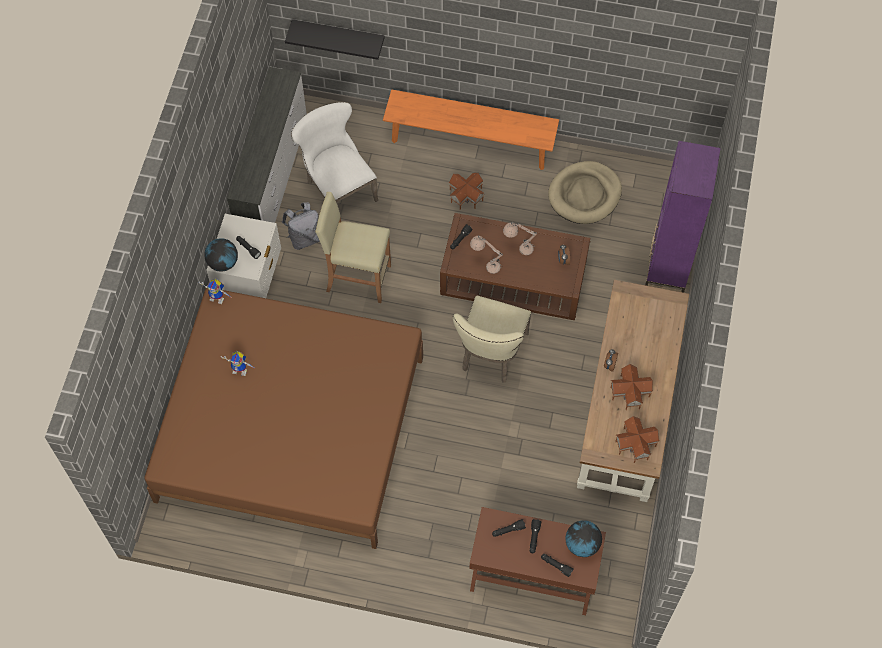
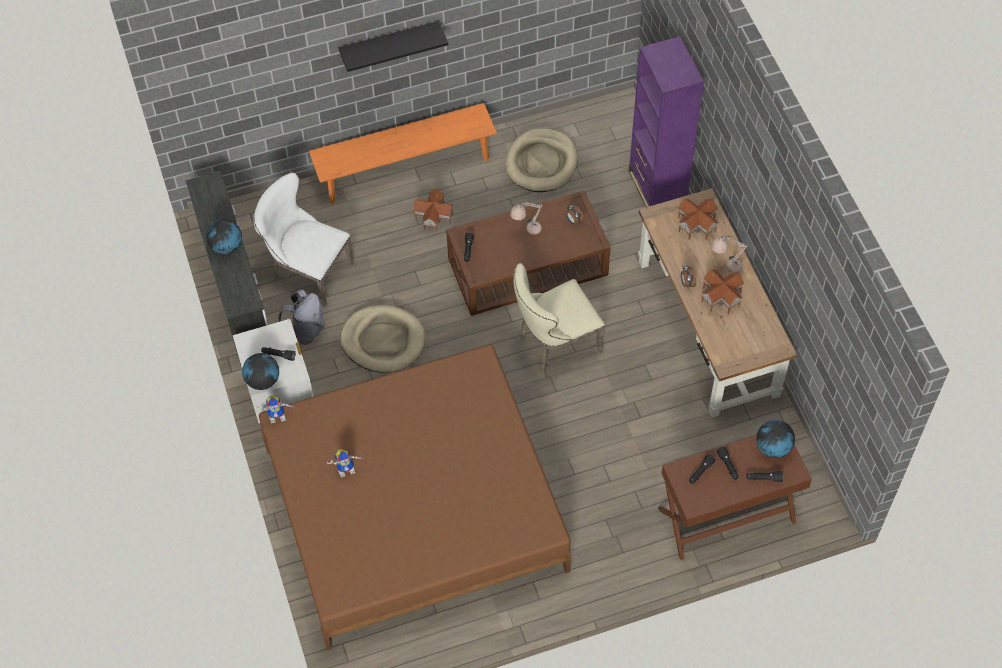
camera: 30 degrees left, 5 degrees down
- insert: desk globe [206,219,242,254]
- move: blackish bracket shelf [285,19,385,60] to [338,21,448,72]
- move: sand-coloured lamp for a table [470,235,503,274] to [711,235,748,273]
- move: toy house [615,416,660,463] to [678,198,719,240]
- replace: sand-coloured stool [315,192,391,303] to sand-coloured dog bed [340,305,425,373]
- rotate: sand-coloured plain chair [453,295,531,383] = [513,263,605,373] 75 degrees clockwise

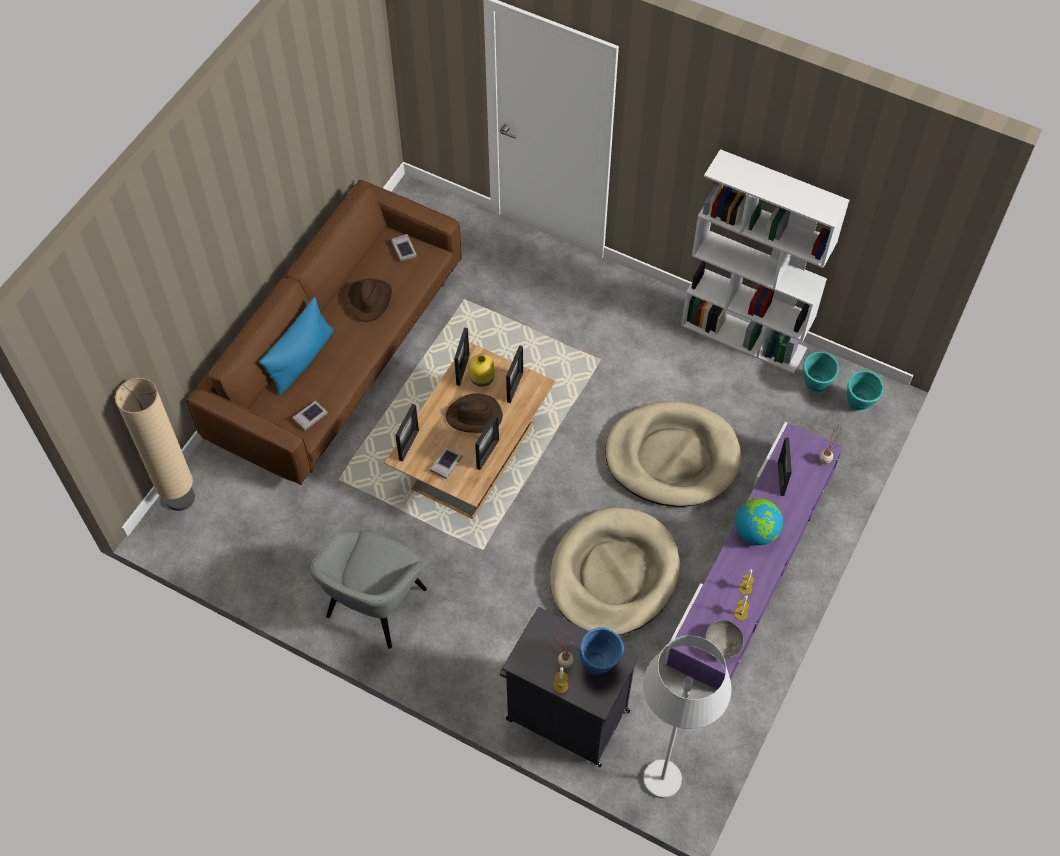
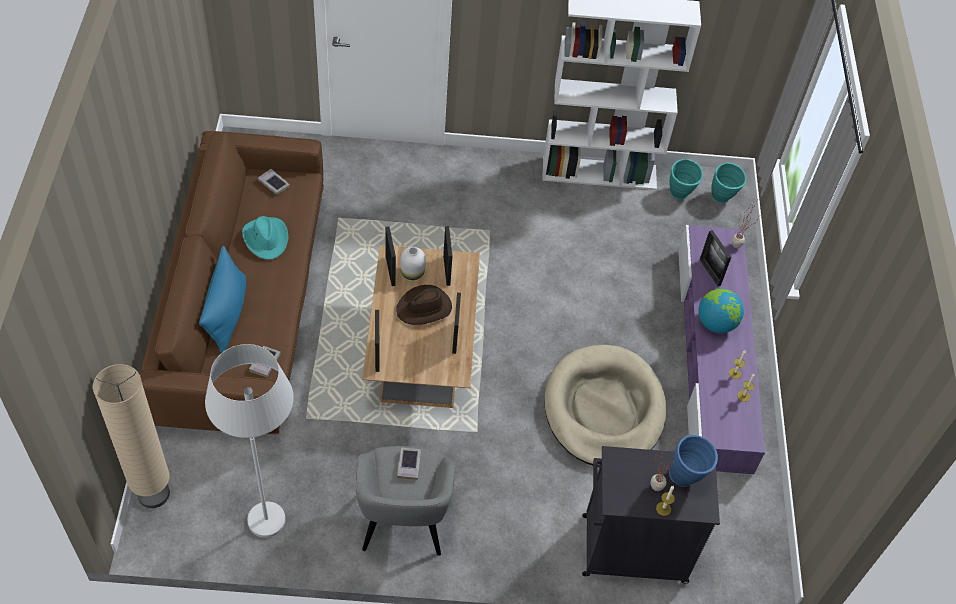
camera: 30 degrees left, 5 degrees down
- delete: sand-coloured dog bed [605,401,741,507]
- delete: gray bowl [705,620,744,659]
- move: volume [430,447,463,479] to [397,448,422,480]
- move: white standard lamp [643,636,732,798] to [205,344,294,538]
- recolor: brown wearable hat [348,278,392,322] to turquoise wearable hat [242,216,288,260]
- recolor: yellow-coloured decorative vase [469,354,495,387] to white decorative vase [400,247,426,280]

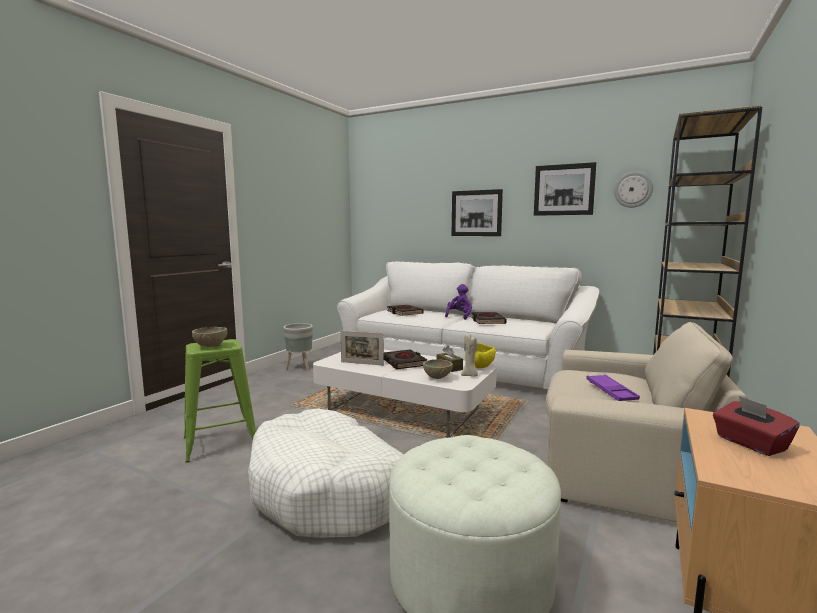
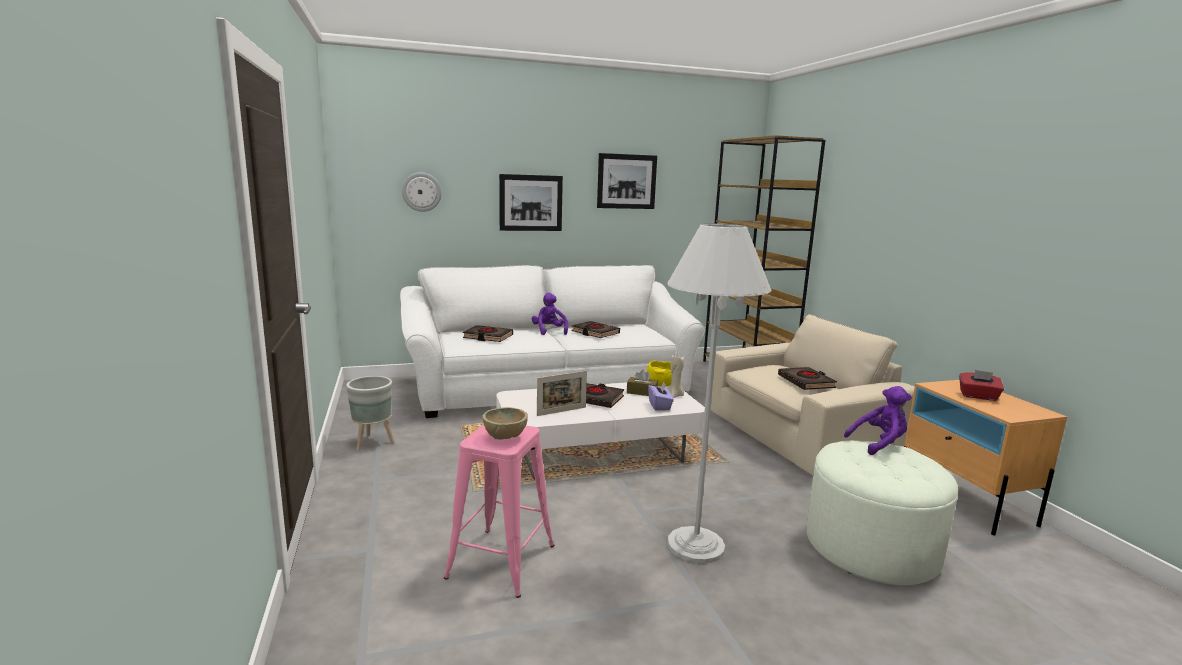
camera: 45 degrees left, 5 degrees up
- insert: purple plush toy [844,386,912,455]
- move: clock on the wall [614,171,653,208] to [402,172,442,212]
- replace: white dog bed [248,408,404,538] to white standard lamp [667,223,771,564]
- replace: sand-coloured bowl [423,359,453,379] to purple tissue holder [648,381,674,411]
- replace: purple carrying tray [586,375,640,401] to blackish volume [778,367,837,390]
- recolor: green stool [184,339,256,463] to pink stool [444,425,554,598]

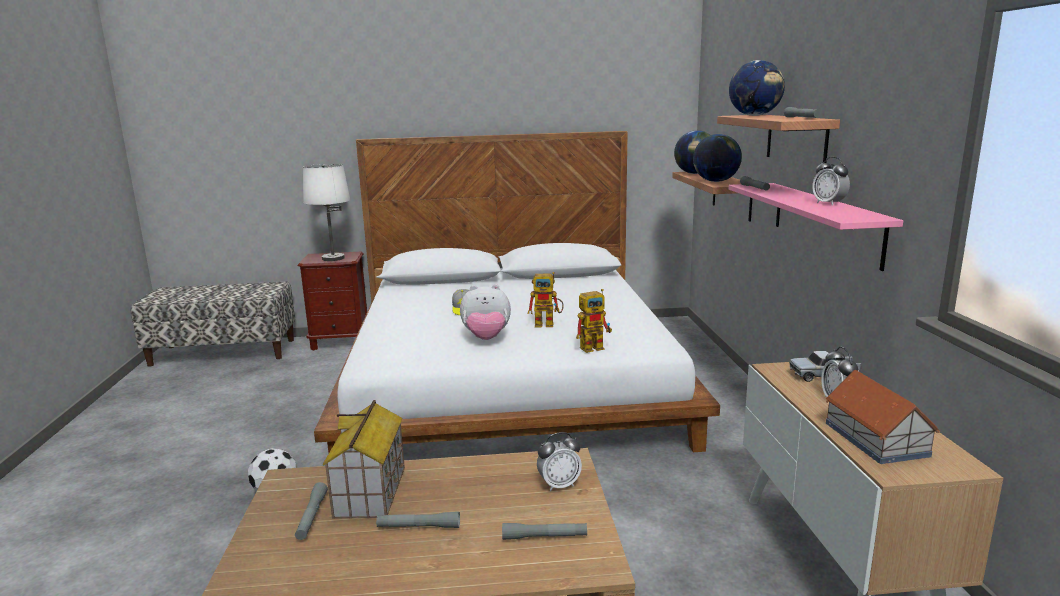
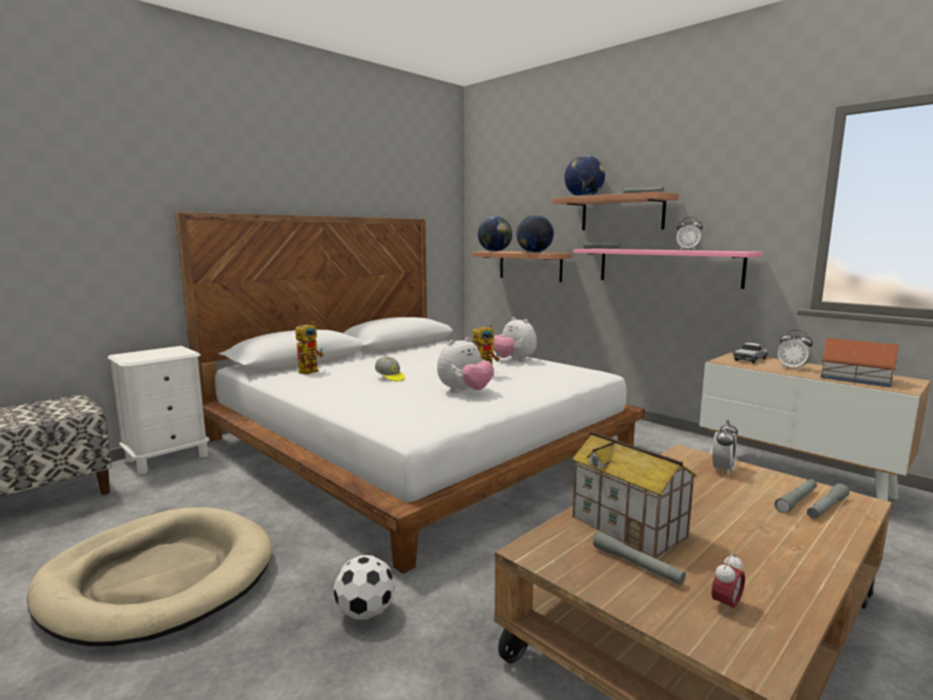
camera: 40 degrees left, 5 degrees down
- delete: white lamp for a table [303,164,350,261]
- insert: sand-coloured dog bed [27,507,273,646]
- insert: plush toy [493,317,537,362]
- insert: table clock [712,553,745,616]
- move: gray flashlight [376,512,460,528] to [807,484,850,519]
- move: robot figure [576,289,612,353] to [295,322,324,375]
- recolor: brown bedside table [297,252,367,351] to white bedside table [107,346,210,474]

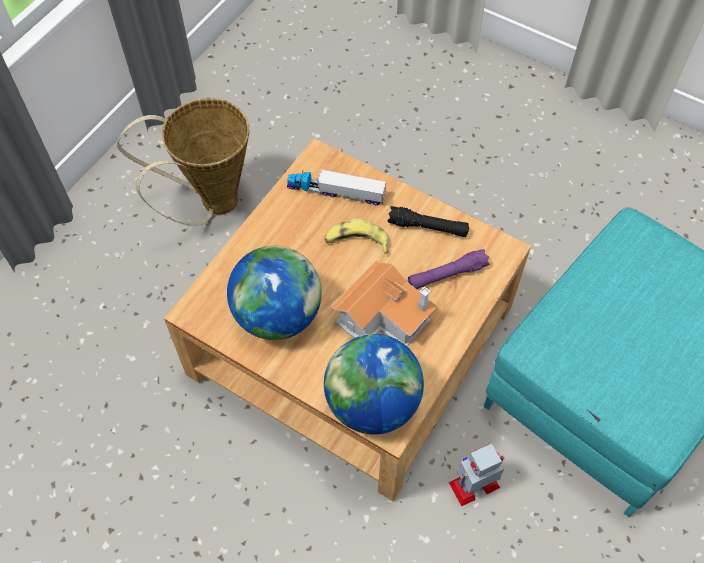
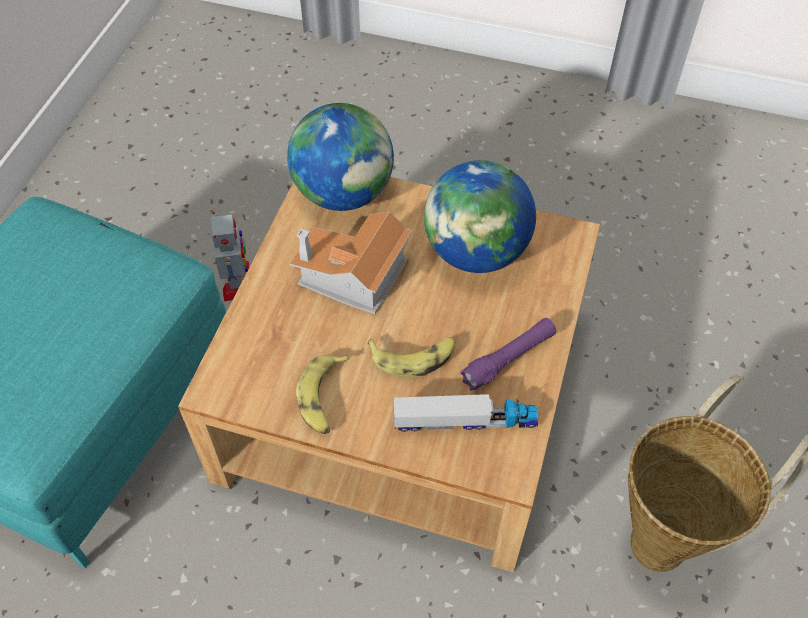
camera: 165 degrees right, 5 degrees down
- move: purple flashlight [408,249,489,289] to [460,318,556,391]
- replace: blackish flashlight [387,206,469,237] to banana [296,355,350,434]
- rotate: robot figure [449,443,505,506] = [211,212,249,301] 60 degrees counterclockwise

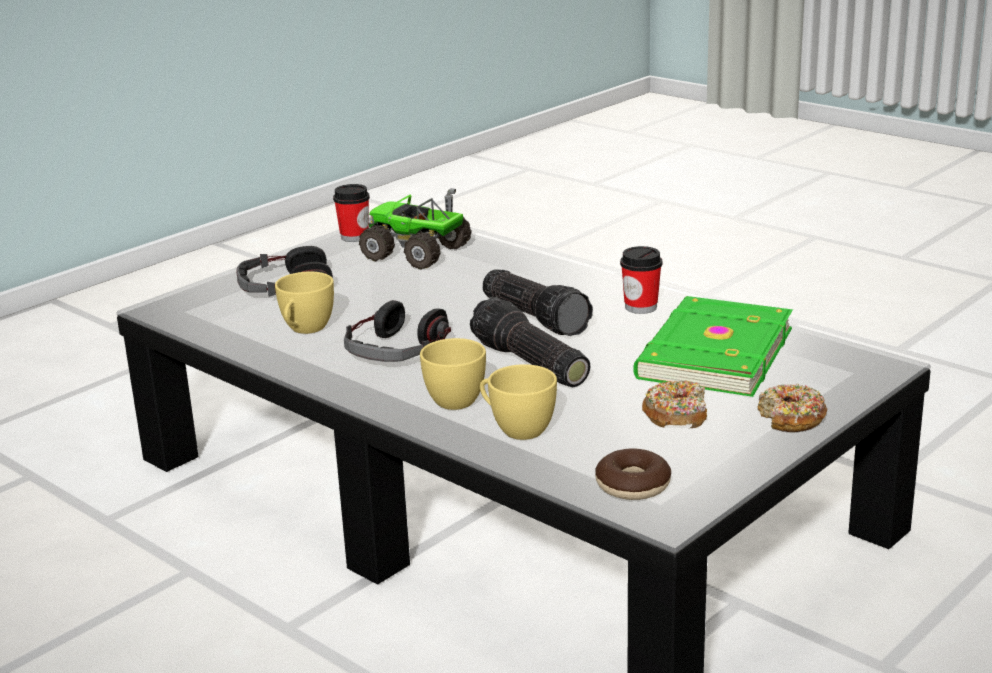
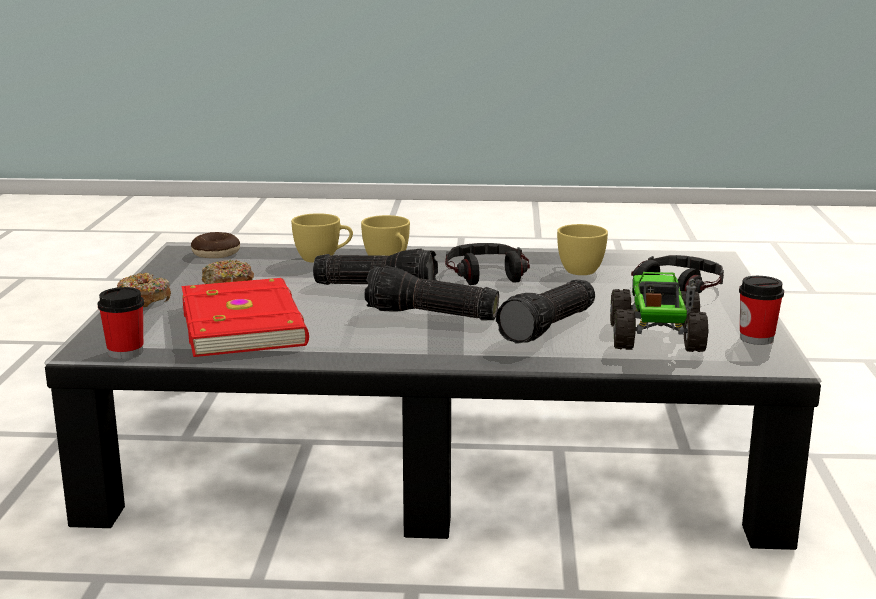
camera: 140 degrees right, 5 degrees down
- insert: flashlight [496,280,595,344]
- move: drinking cup [620,246,662,314] to [97,287,144,359]
- recolor: green volume [633,296,793,397] to red volume [182,278,309,357]
- rotate: toy truck [359,188,472,270] = [610,272,709,352] 75 degrees counterclockwise

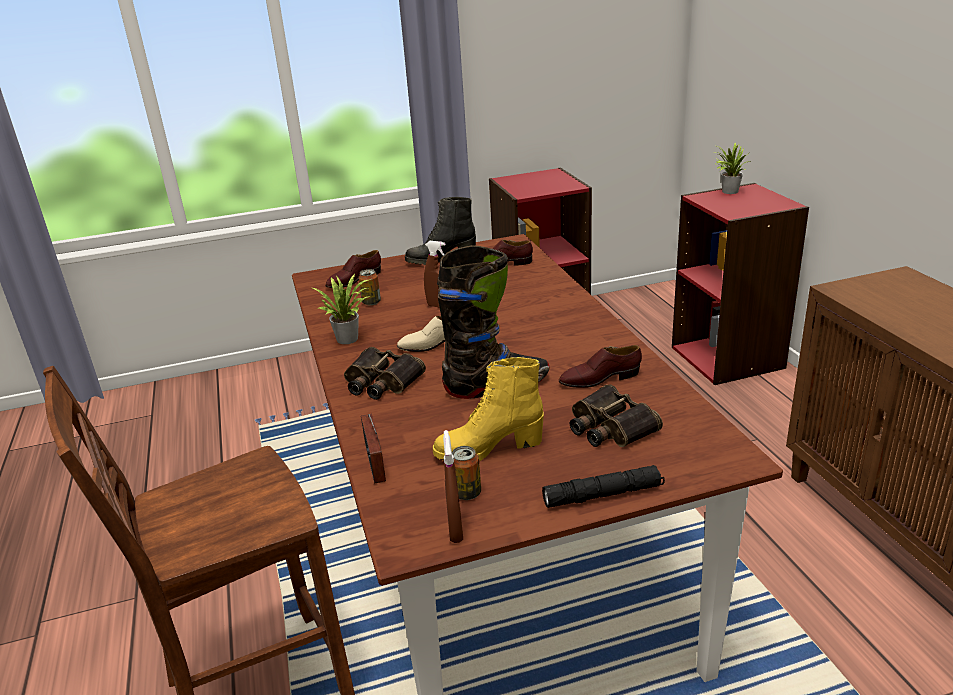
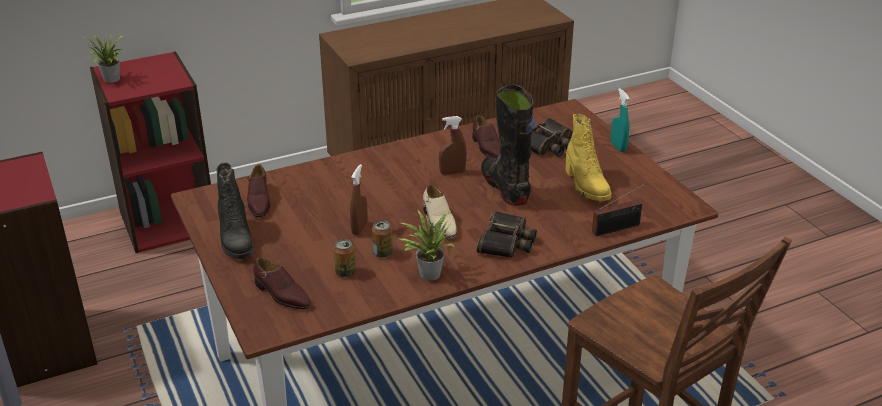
camera: 100 degrees left, 5 degrees up
- move: brown sprayer [443,430,463,543] to [439,116,467,175]
- move: sealed can [452,446,481,500] to [372,220,393,258]
- replace: blackish flashlight [542,465,665,508] to turquoise sprayer [611,88,630,152]

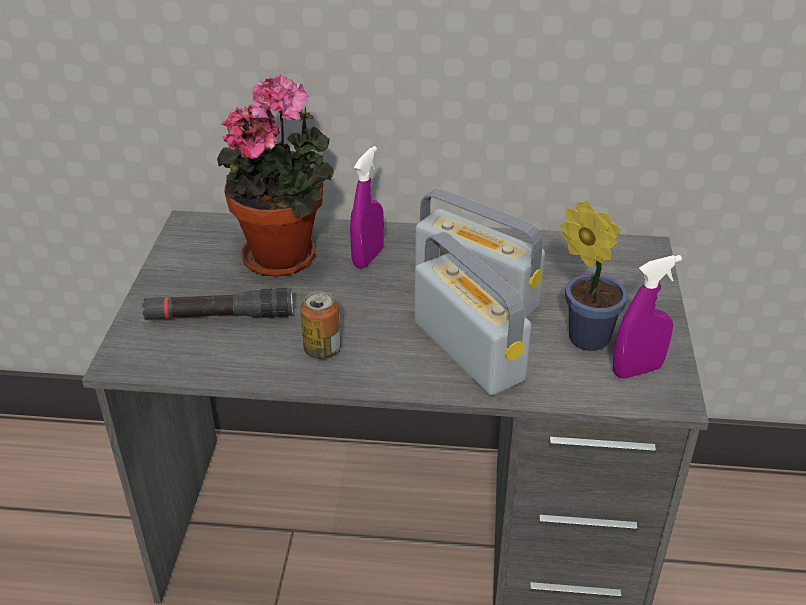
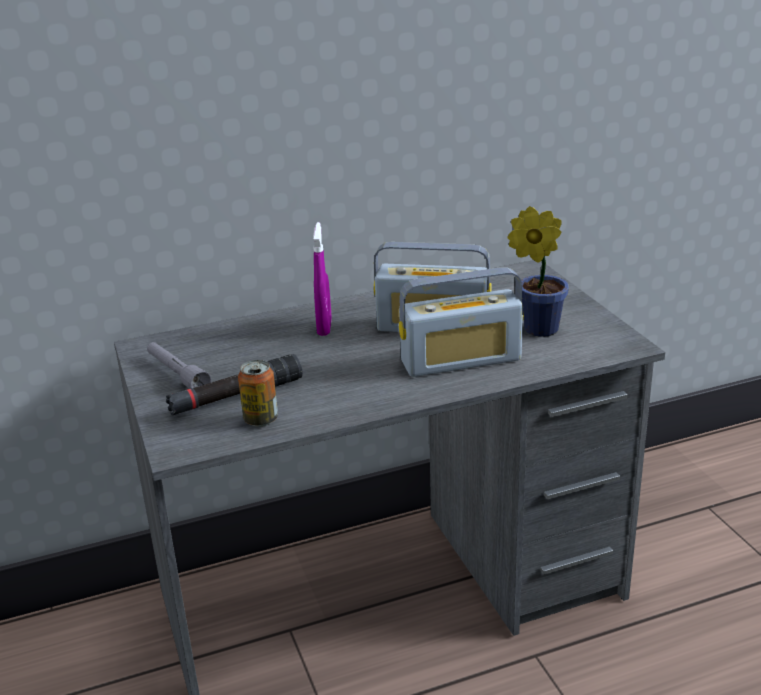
camera: 25 degrees left, 10 degrees down
- delete: plant in a pot [217,74,334,276]
- delete: purple sprayer [613,255,682,379]
- insert: gray flashlight [147,342,211,389]
- move: sealed can [300,290,341,359] to [238,360,278,427]
- rotate: radio set [415,232,531,396] = [399,267,524,377] 135 degrees clockwise

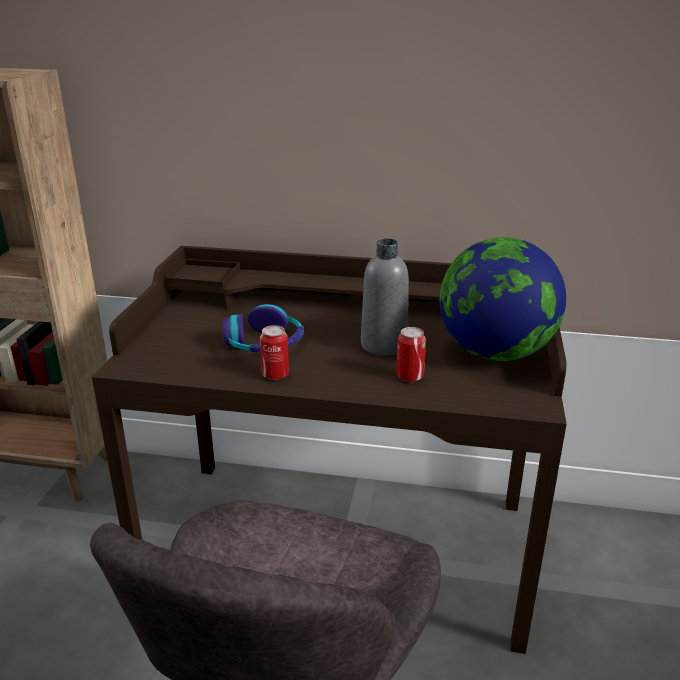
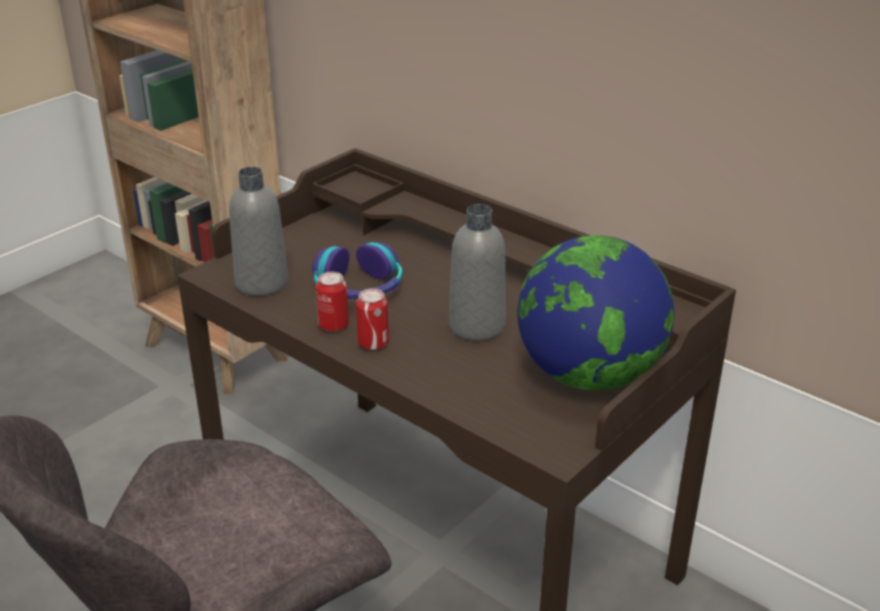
camera: 30 degrees right, 5 degrees up
- insert: gray bottle [229,167,288,296]
- move: sealed can [396,327,426,382] to [356,288,389,350]

